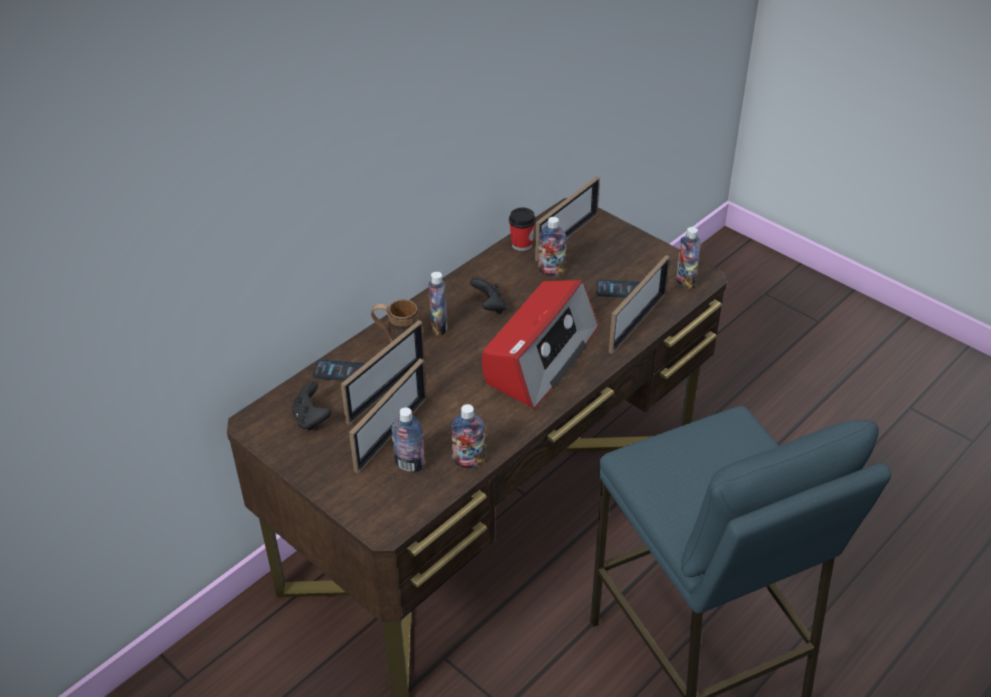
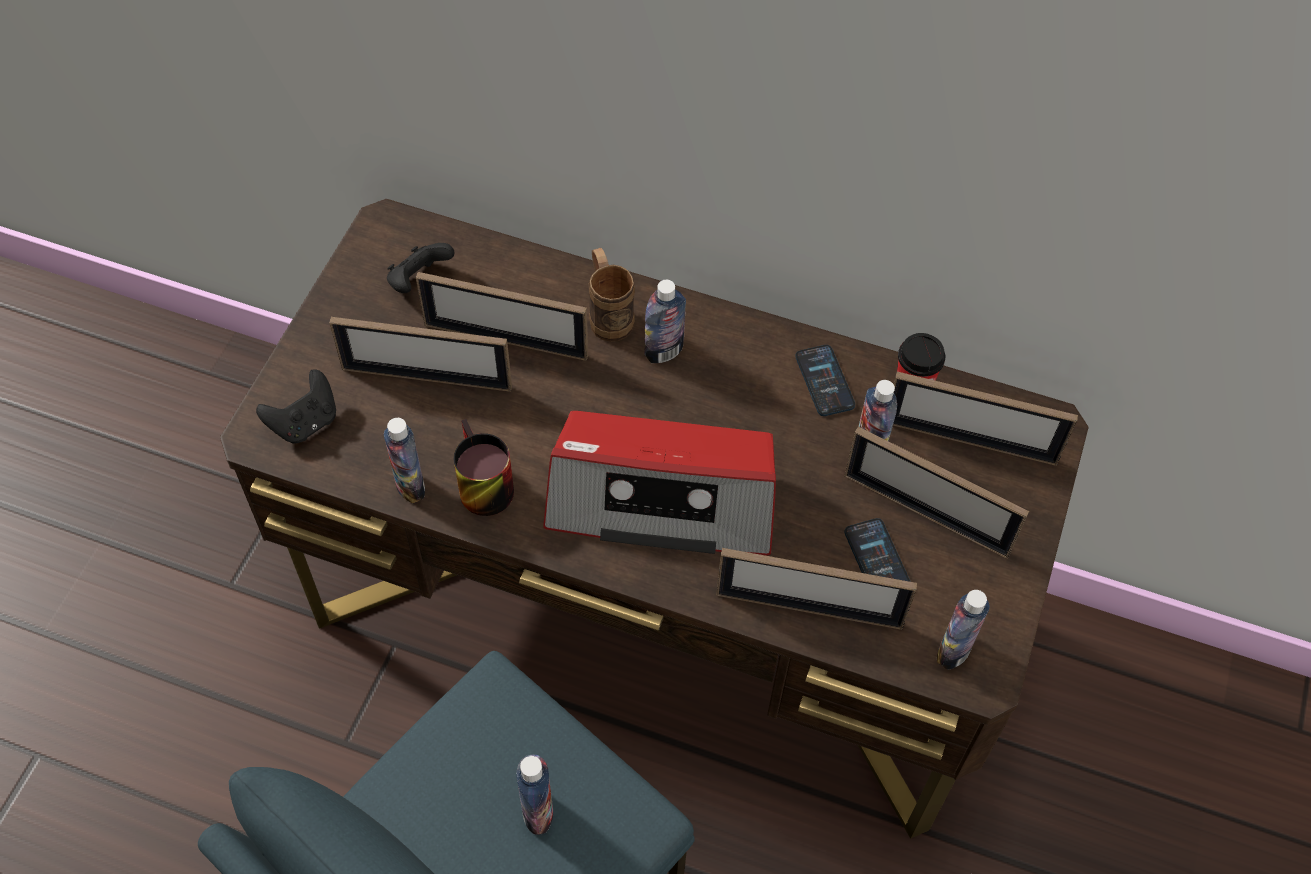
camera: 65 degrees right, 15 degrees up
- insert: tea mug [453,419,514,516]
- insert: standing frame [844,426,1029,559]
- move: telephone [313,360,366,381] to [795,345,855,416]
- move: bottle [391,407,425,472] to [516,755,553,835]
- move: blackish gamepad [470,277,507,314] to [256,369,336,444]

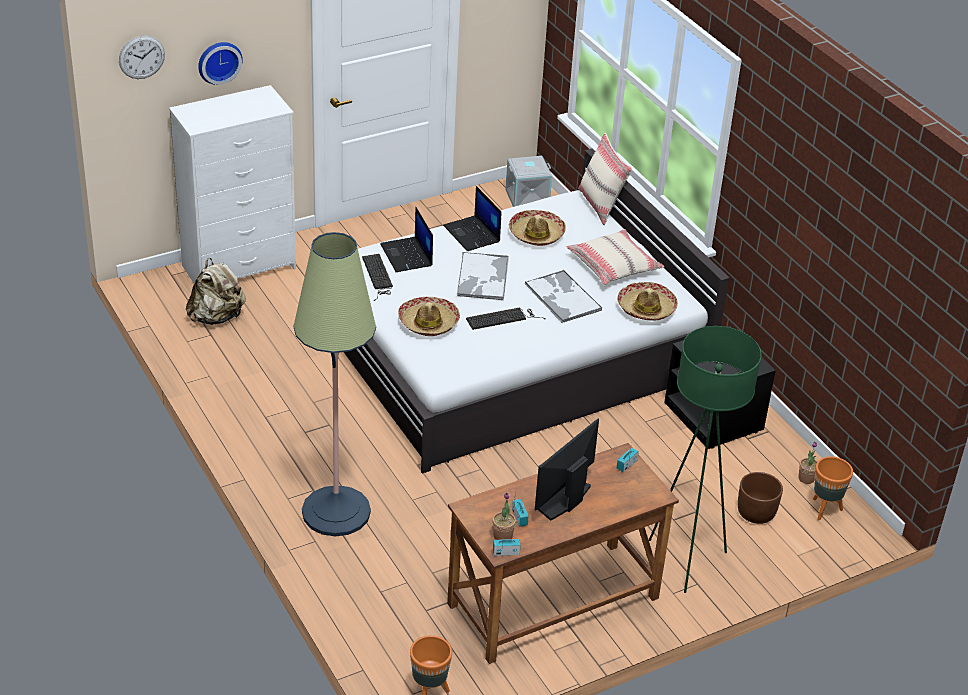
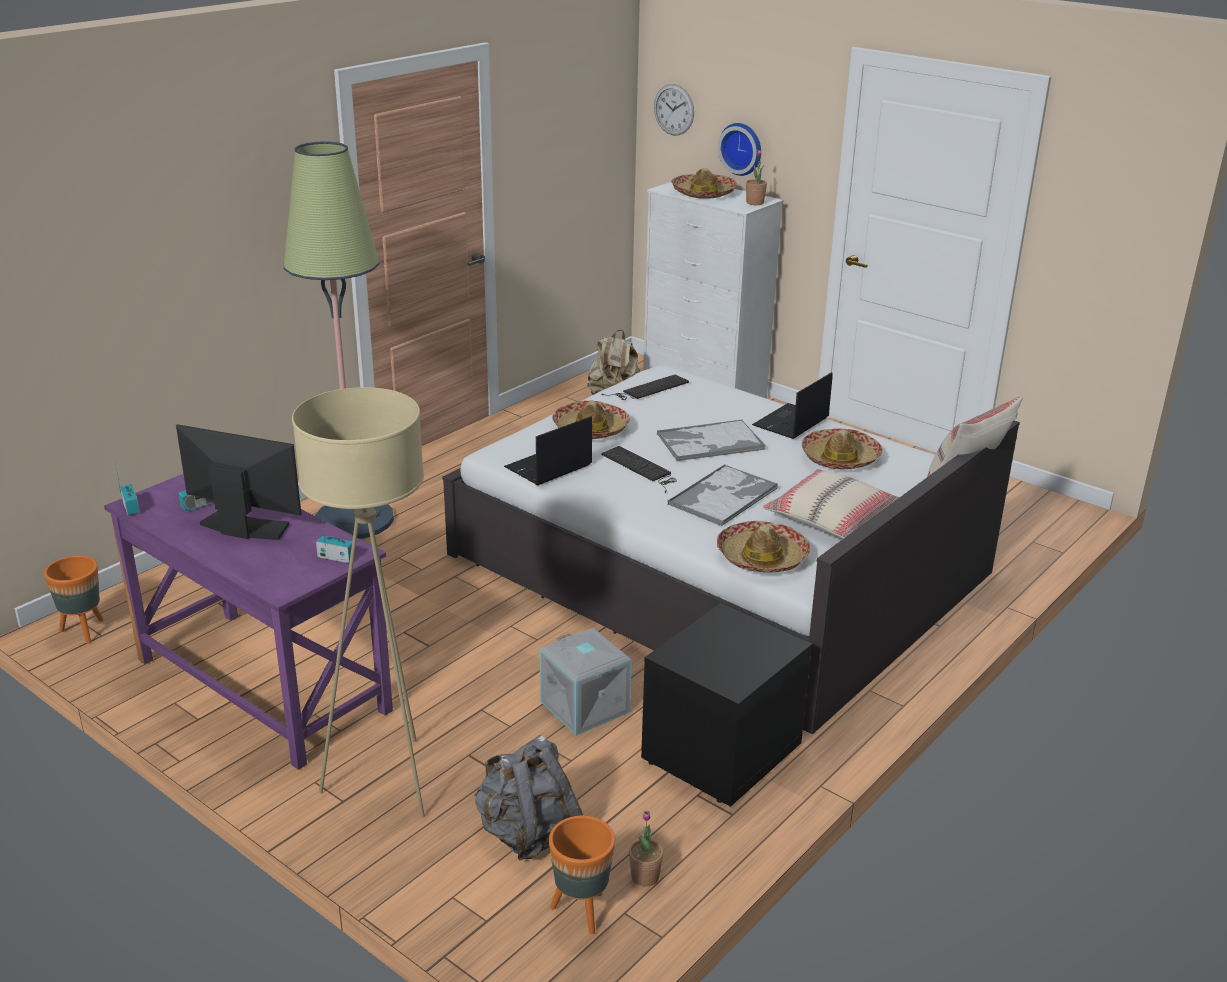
camera: 70 degrees right, 10 degrees down
- insert: wearable hat [671,168,737,199]
- move: laptop [380,207,433,272] to [504,416,592,485]
- move: plant in a pot [492,492,516,540] to [746,150,767,205]
- move: gray storage box [505,156,552,207] to [540,628,632,736]
- replace: brown planter [738,472,783,524] to gray rucksack [474,735,583,860]
- recolor: brown desk table [447,443,679,664] to purple desk table [104,474,393,770]
- recolor: green standard lamp [649,326,762,593] to sand-coloured standard lamp [292,387,425,818]

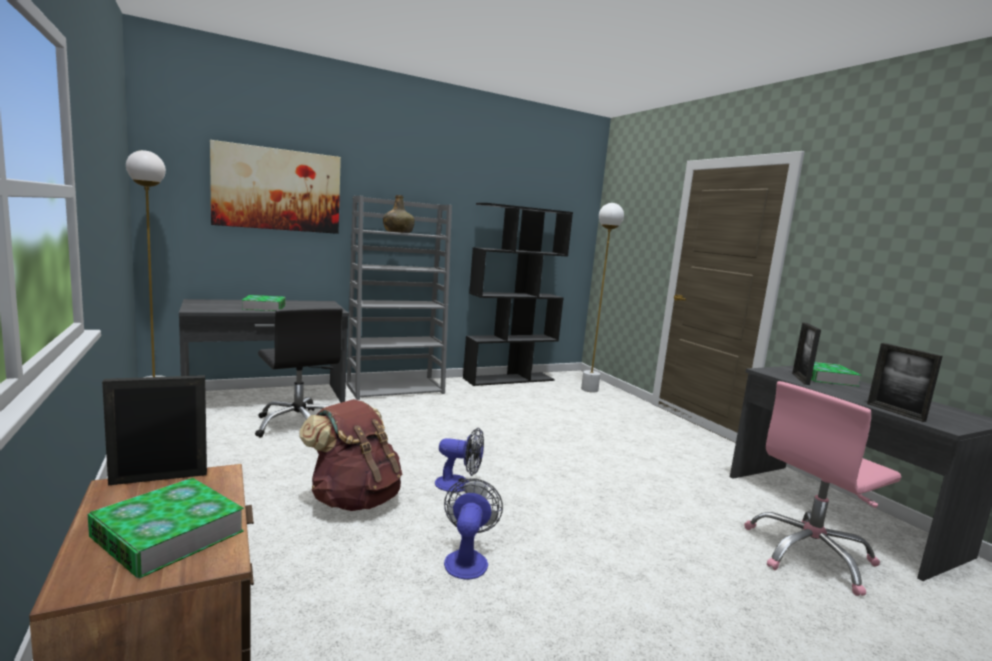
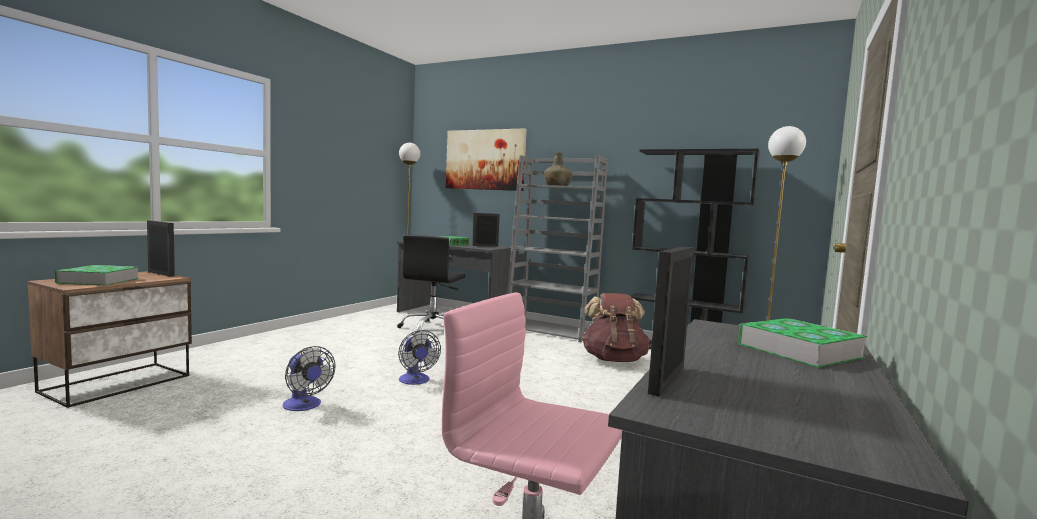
camera: 55 degrees right, 5 degrees down
- move: brown rucksack [300,399,402,511] to [582,293,650,362]
- move: standing frame [792,322,821,385] to [472,213,500,246]
- rotate: electric fan [444,478,503,580] = [283,346,335,411] 75 degrees clockwise

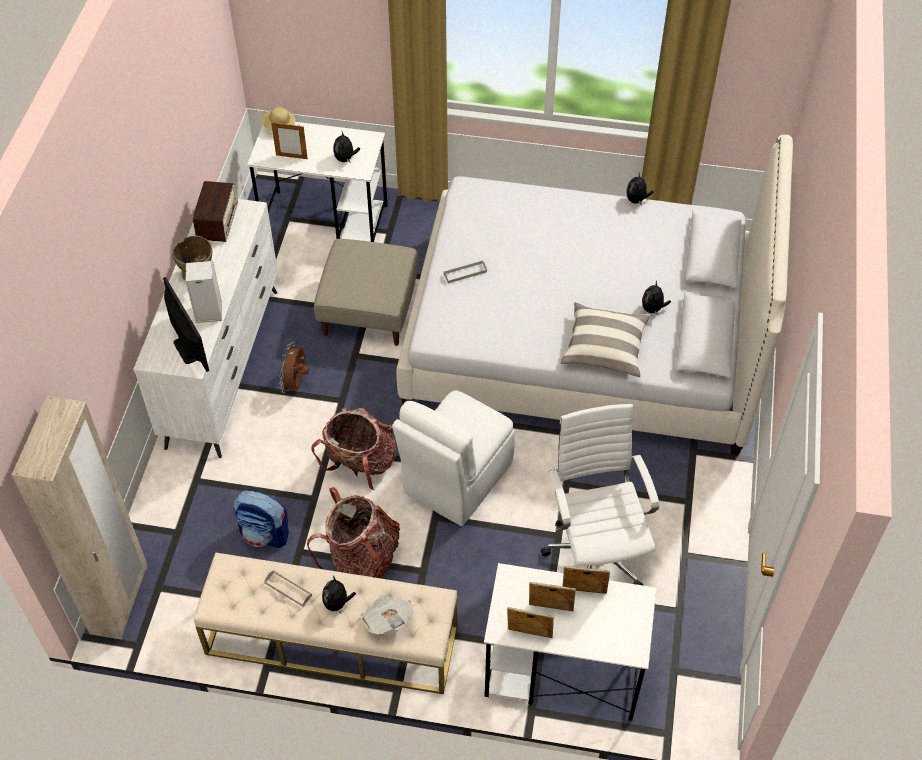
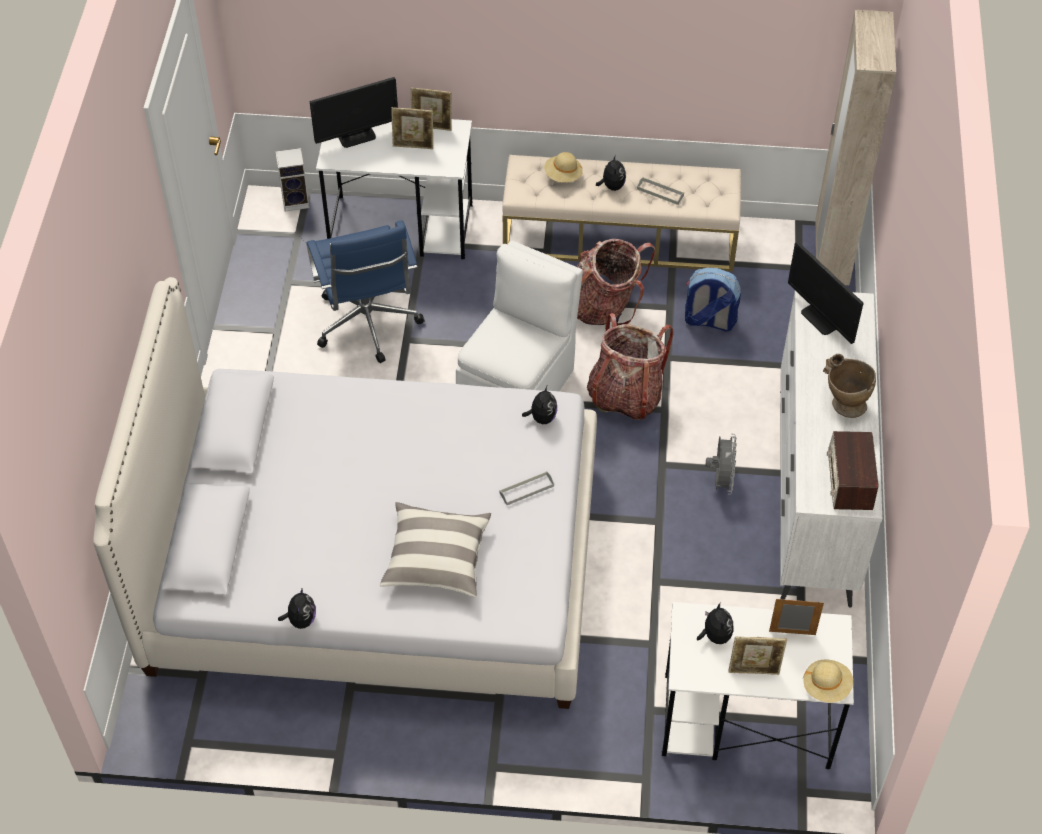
camera: 175 degrees right, 0 degrees up
- delete: sand-coloured pouffe [314,239,419,346]
- insert: computer display [310,77,398,148]
- move: audio speaker [186,261,222,323] to [275,148,310,212]
- move: cushion [561,302,650,377] to [380,502,491,597]
- move: standing frame [563,566,610,594] to [728,637,787,675]
- move: plush toy [642,281,671,316] to [522,386,557,424]
- replace: printed paper [360,594,414,634] to sand-coloured wearable hat [544,152,583,182]
- recolor: brown electric fan [279,343,309,393] to gray electric fan [706,434,736,495]
- recolor: white office chair [541,404,659,585] to bluish office chair [306,220,425,363]

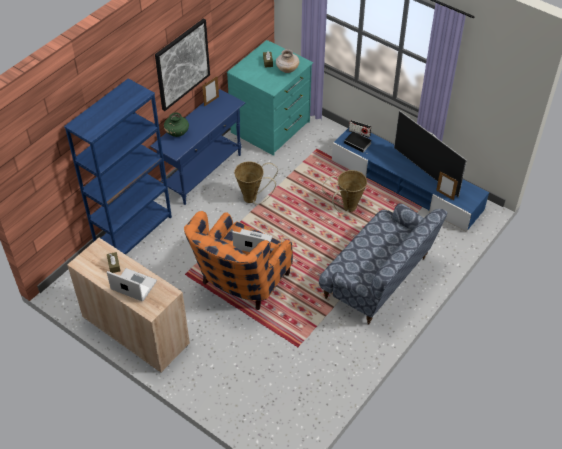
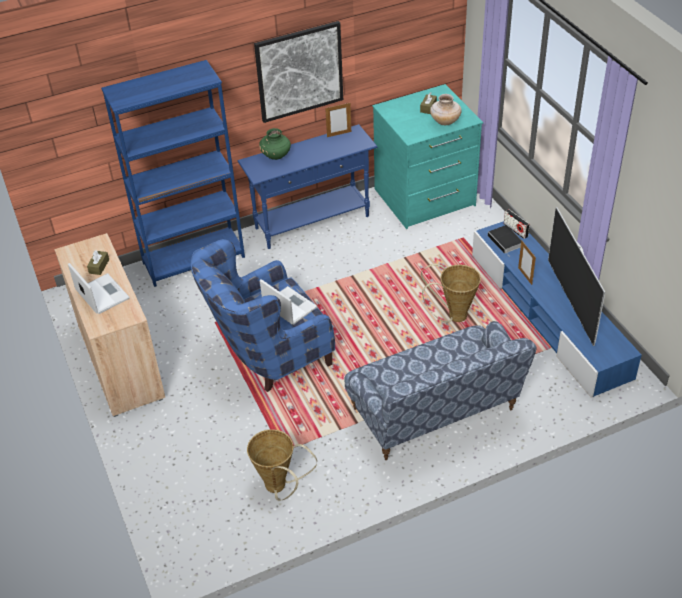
camera: 30 degrees right, 5 degrees down
- move: storage basket [234,161,278,205] to [247,429,317,501]
- move: standing frame [436,171,458,200] to [518,240,536,285]
- recolor: orangey armchair [184,211,293,310] to bluish armchair [191,239,335,392]

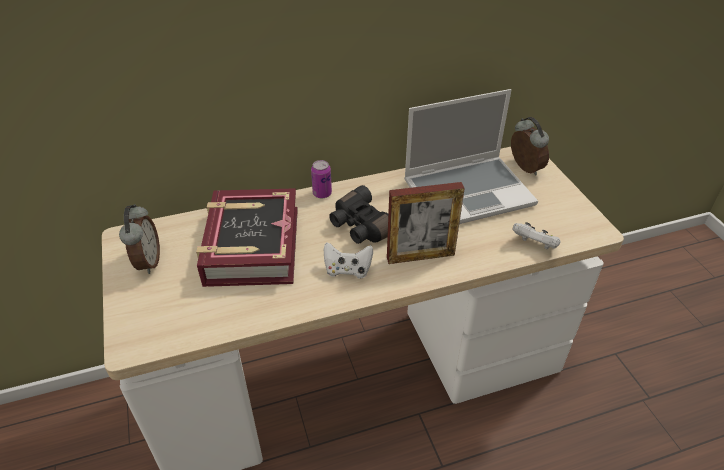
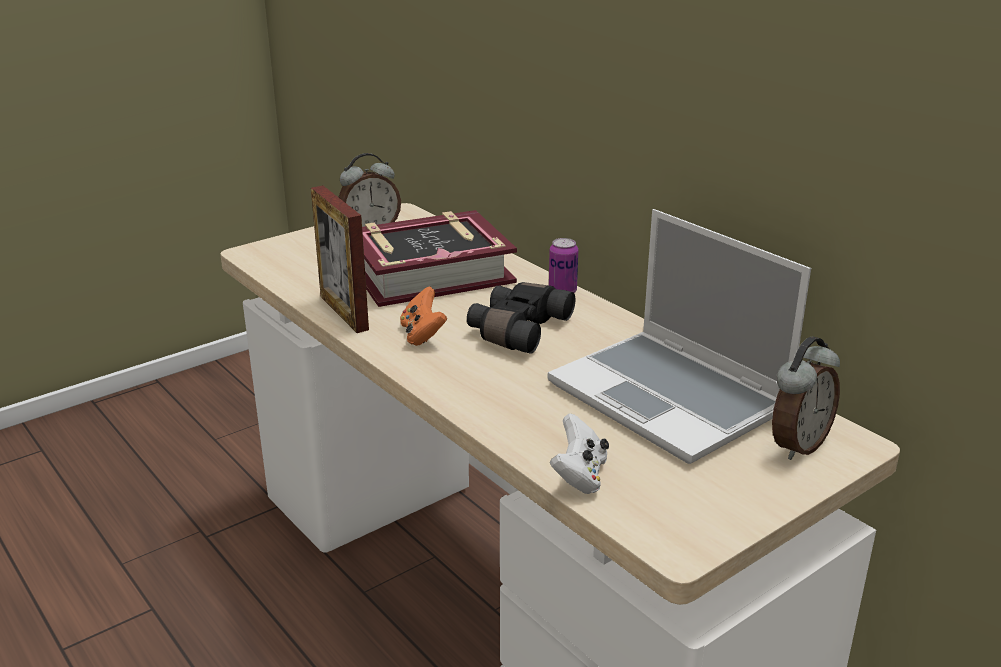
camera: 70 degrees right, 15 degrees down
- move: standing frame [387,182,465,264] to [311,186,369,333]
- recolor: white gamepad [323,242,373,279] to orangey gamepad [400,287,447,346]

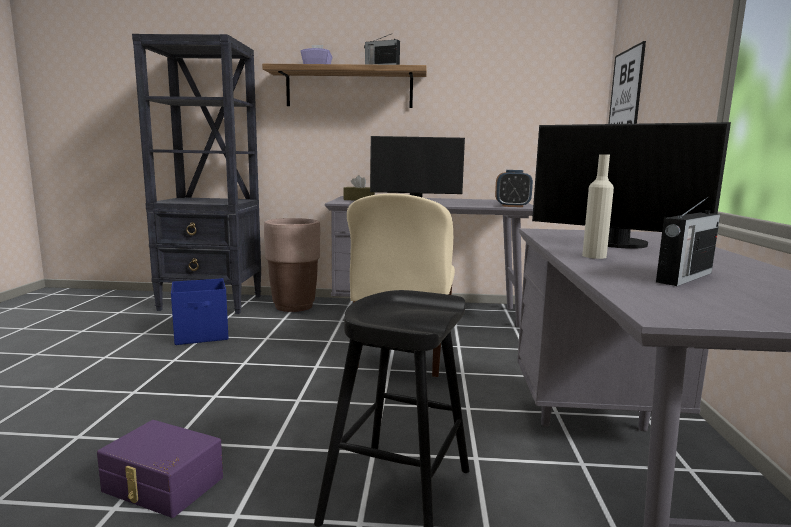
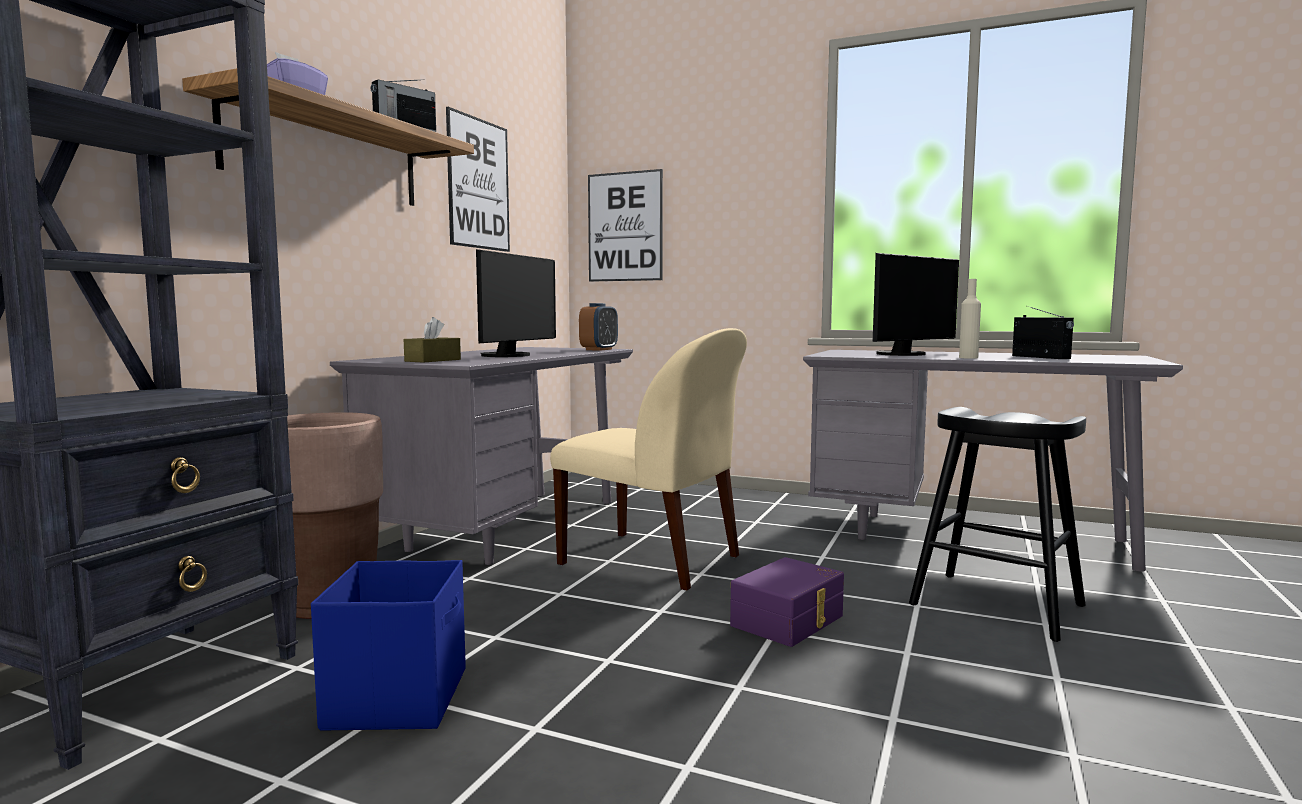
camera: 70 degrees left, 5 degrees down
- insert: wall picture [446,107,510,252]
- move: purple storage box [97,420,223,518] to [730,557,844,647]

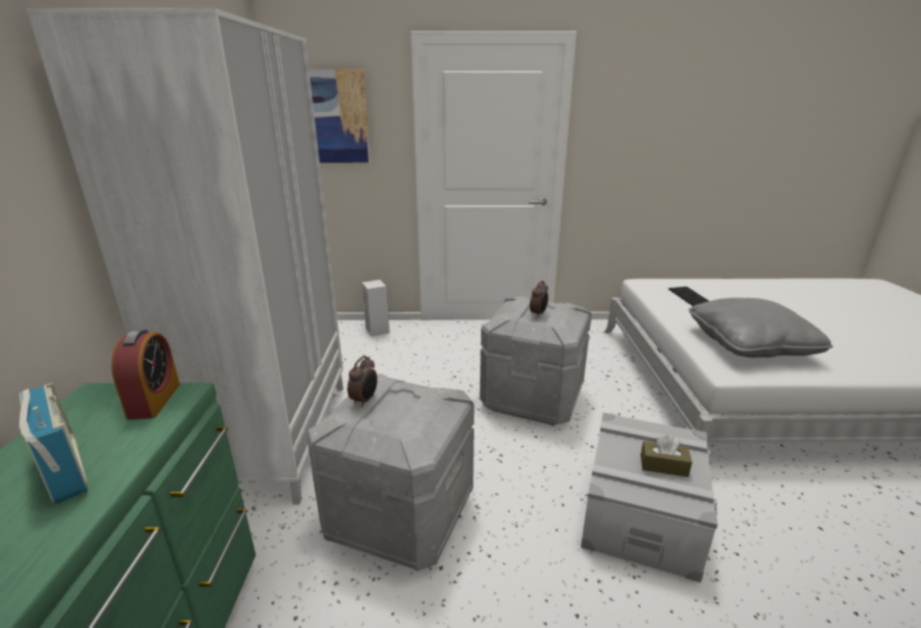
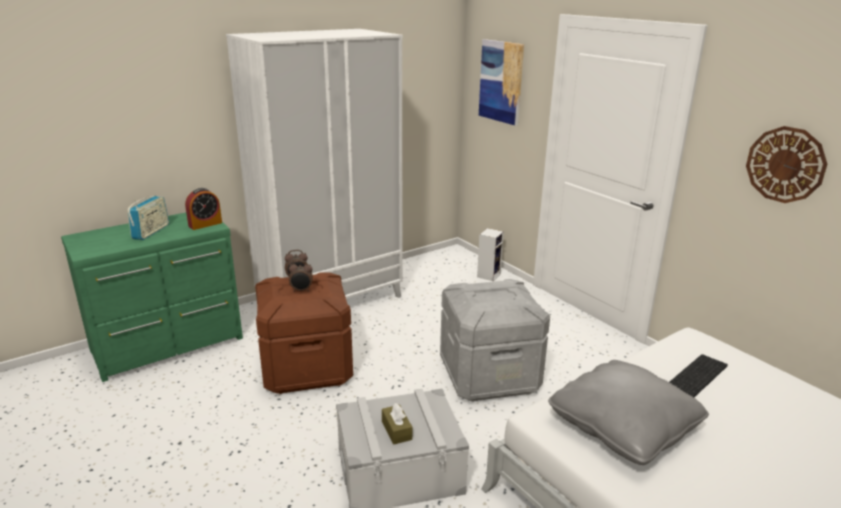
camera: 55 degrees right, 0 degrees up
- insert: clock on the wall [746,126,827,203]
- move: table clock [530,281,548,317] to [289,261,313,292]
- recolor: gray storage box [307,374,474,571] to brown storage box [255,273,353,394]

